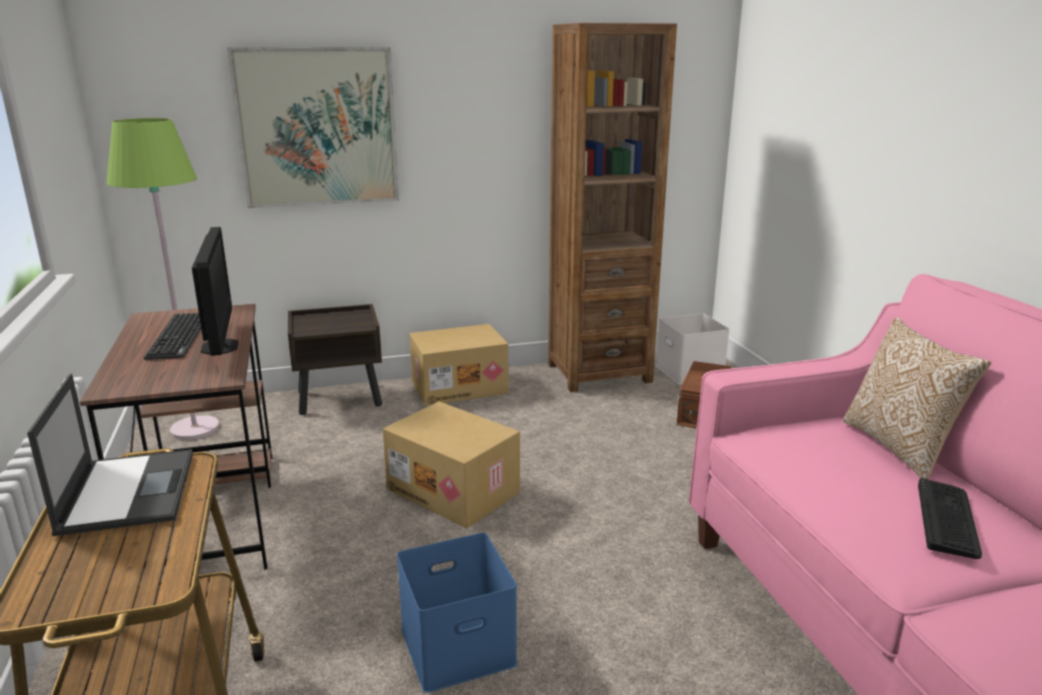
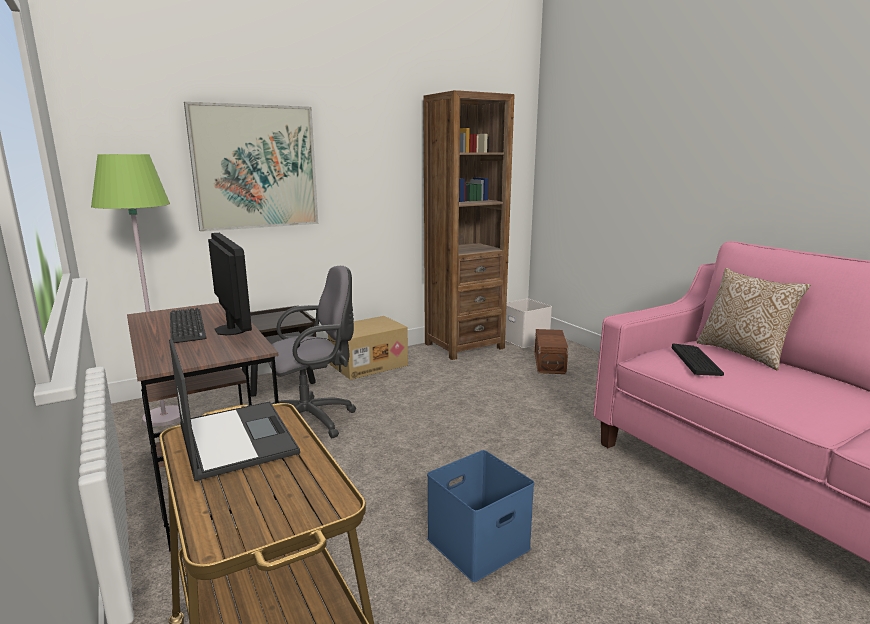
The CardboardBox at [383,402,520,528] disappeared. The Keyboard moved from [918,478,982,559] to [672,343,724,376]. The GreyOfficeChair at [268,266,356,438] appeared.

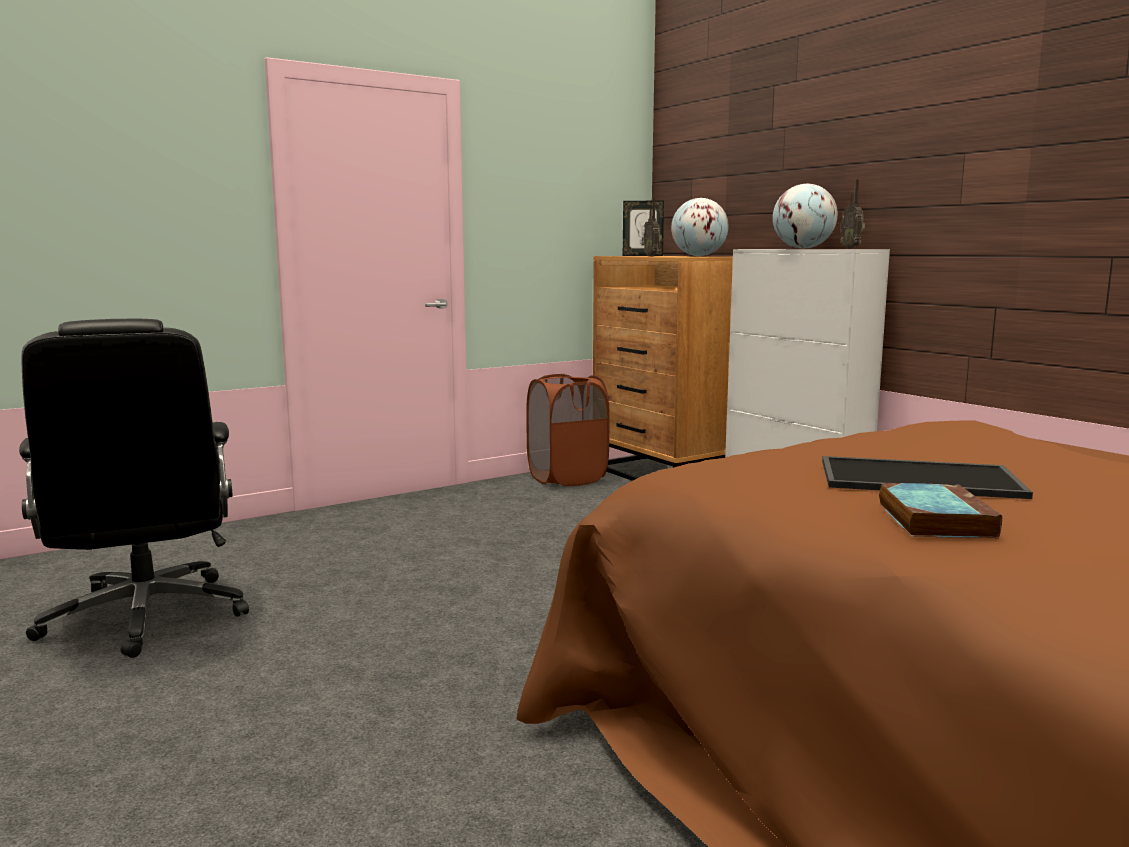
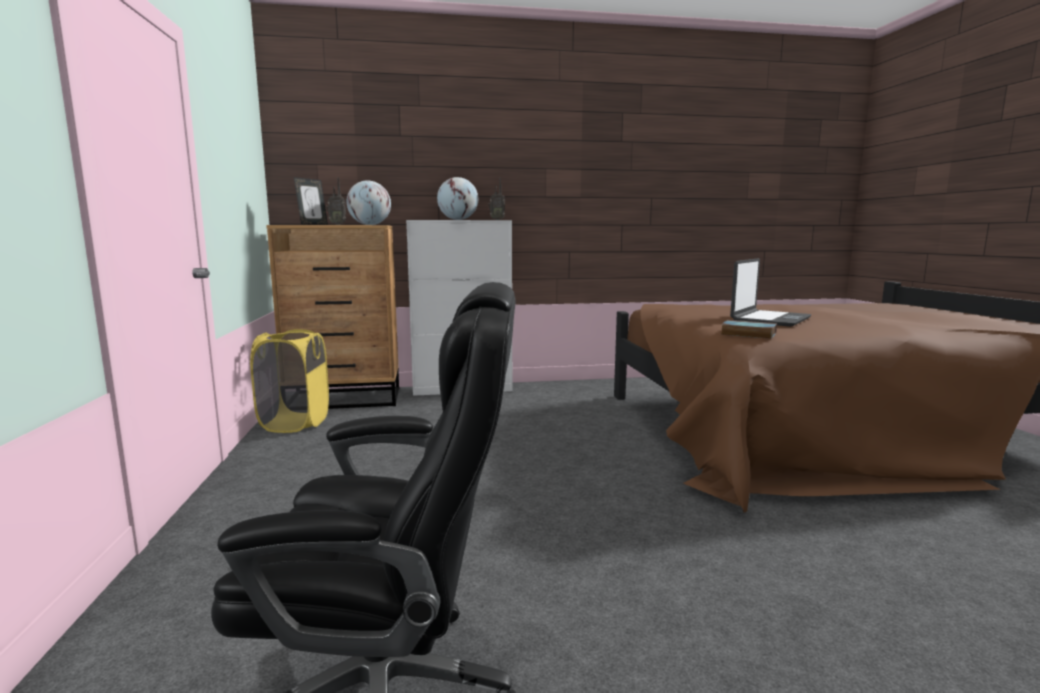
The BrownLaundryBasket at [526,374,610,486] became the YellowLaundryBasket at [250,329,329,433]. The Tray at [822,456,1033,499] was replaced by the Laptop at [730,258,811,327]. The Book moved from [879,483,1002,538] to [720,320,777,339].

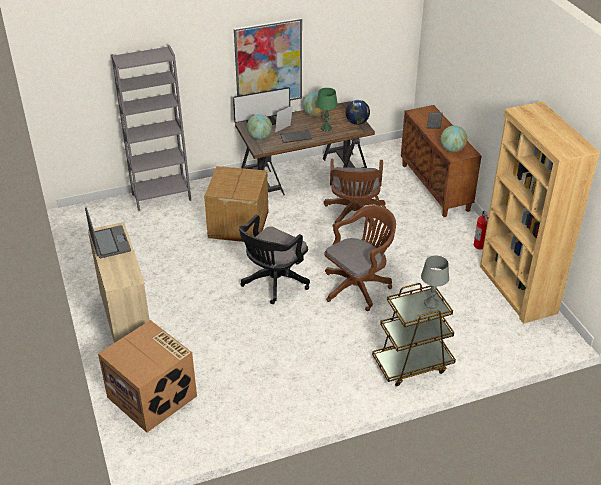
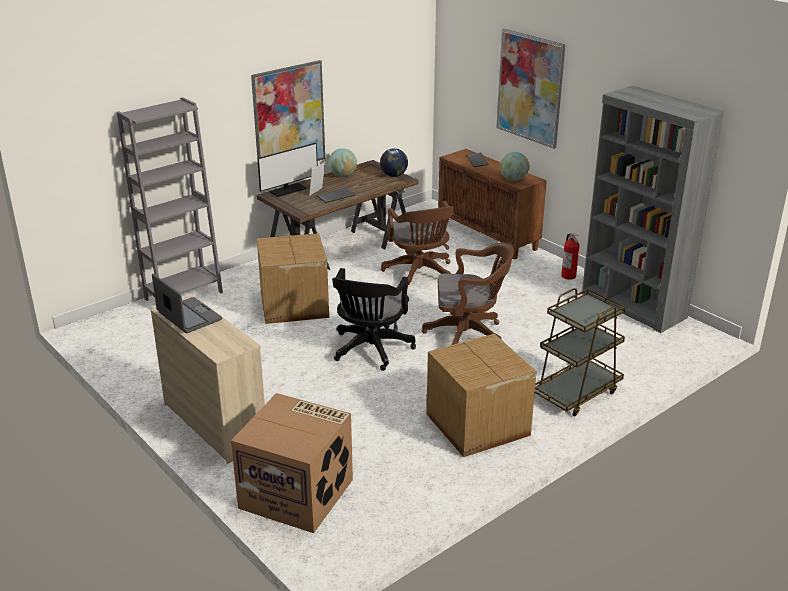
The GreenTableLamp at [316,88,338,131] disappeared. The BrownBookcase at [480,101,600,324] became the GreyBookcase at [582,85,724,333]. The Globe at [247,114,272,140] disappeared. The BrownOfficeChair at [324,205,396,311] turned 60 degrees clockwise. The GreyTableLamp at [421,255,449,309] disappeared. The Picture at [496,29,565,149] appeared. The CardboardBox at [427,334,537,457] appeared.

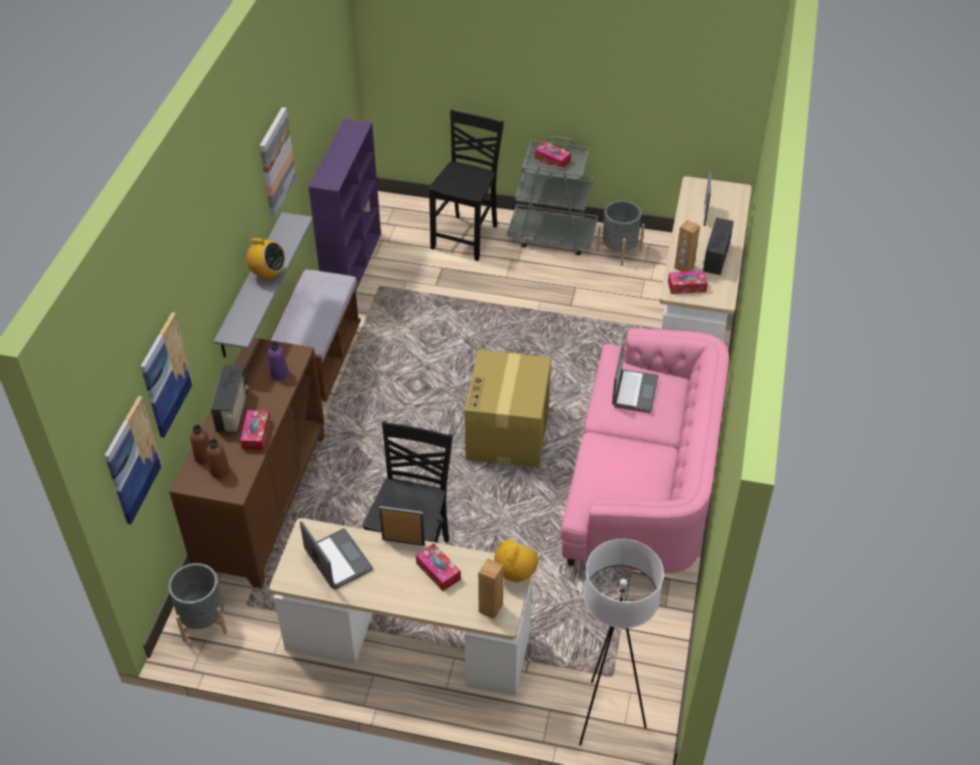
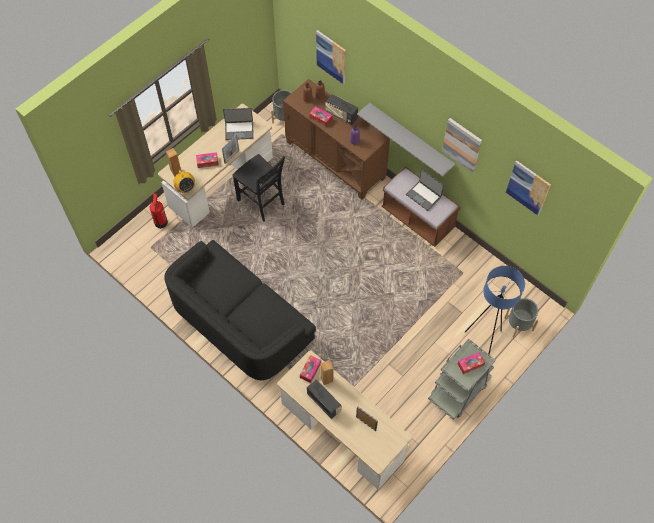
The BlackChair at [428,110,504,261] was replaced by the BlueFloorLamp at [465,266,525,355]. The PurpleBookcase at [308,119,381,290] disappeared. The GreyPlanter moved from [596,201,645,266] to [504,298,539,337]. The Radio at [240,238,286,280] disappeared. The PinkSofa at [560,328,729,573] became the BlackSofa at [164,240,316,380]. The Laptop moved from [612,343,658,413] to [406,169,444,211]. The CardboardBox at [464,350,551,468] disappeared. The Picture moved from [104,396,162,524] to [506,161,551,215]. The WhiteFloorLamp at [579,539,664,746] disappeared. The FireExtinguisher at [150,194,168,229] appeared.

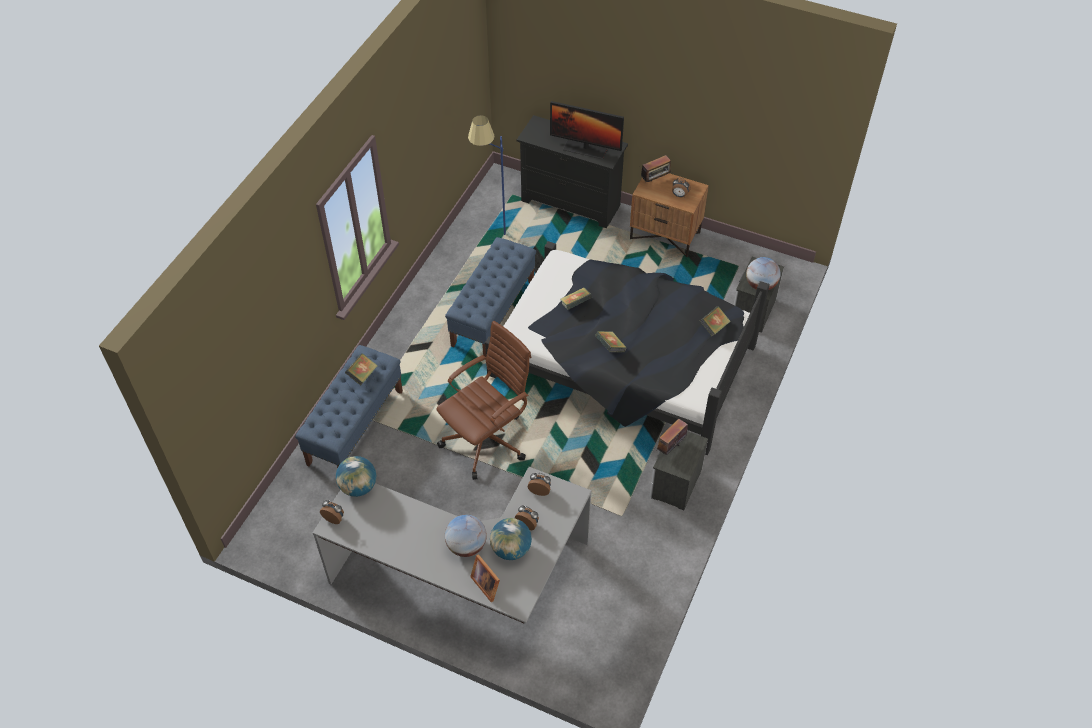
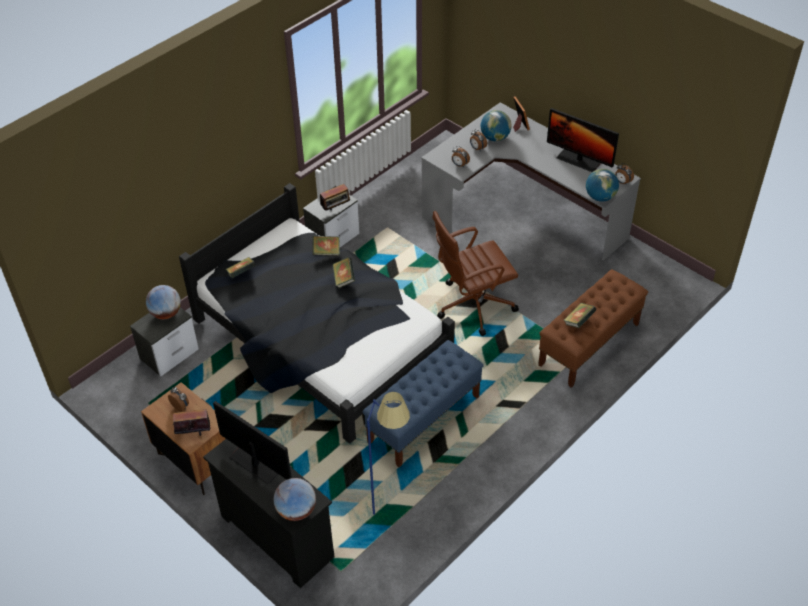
The Book moved from [560,288,592,310] to [313,236,340,256]. The BlueBench at [295,345,403,468] became the BrownBench at [538,269,648,388]. The Globe moved from [445,515,487,557] to [274,478,316,521]. The Monitor at [547,108,619,172] appeared.

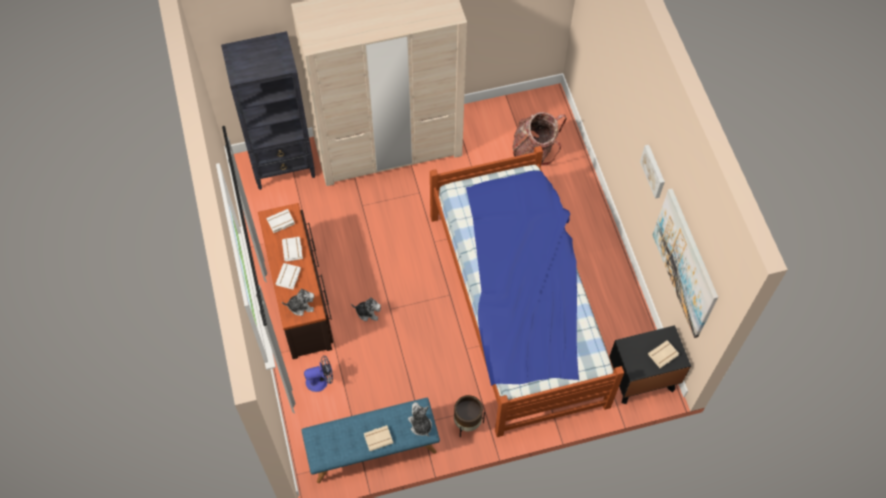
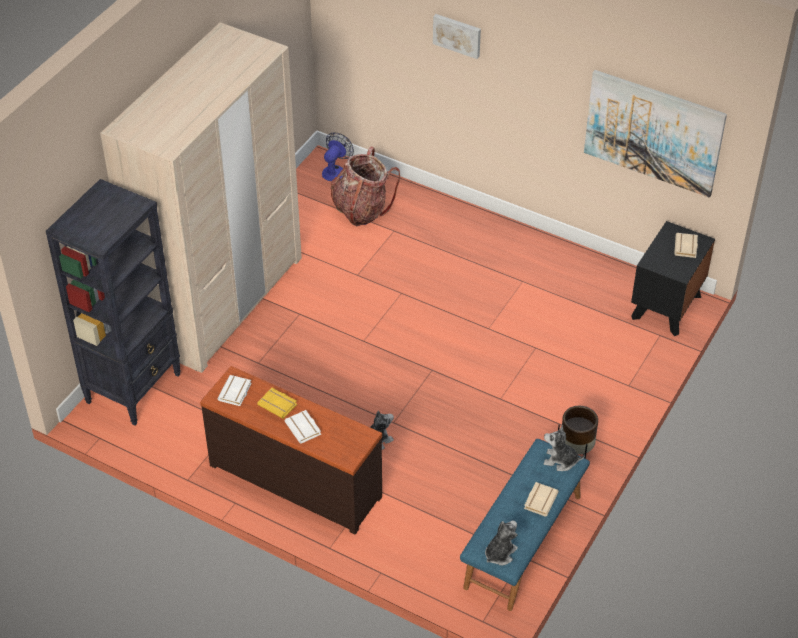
The Picture moved from [640,145,665,199] to [433,14,481,59]. The Bed at [430,146,624,437] disappeared. The WhiteBook at [282,237,303,262] became the YellowBook at [257,388,297,419]. The PlushToy moved from [282,288,314,316] to [485,520,518,565]. The Fan moved from [304,355,333,392] to [322,132,354,181].

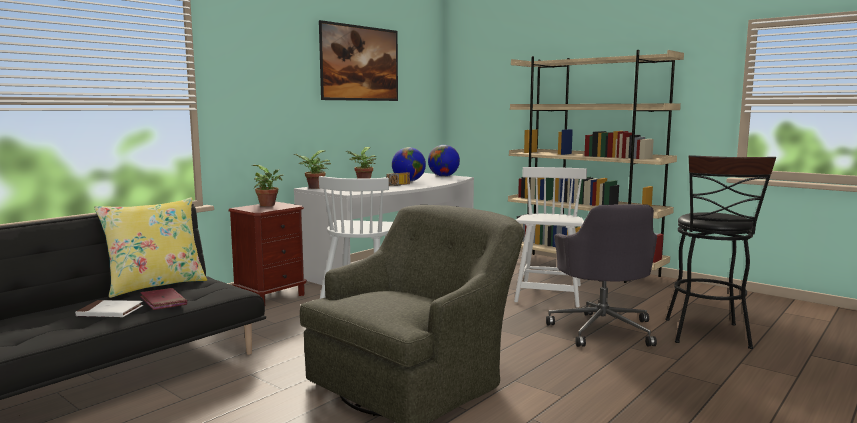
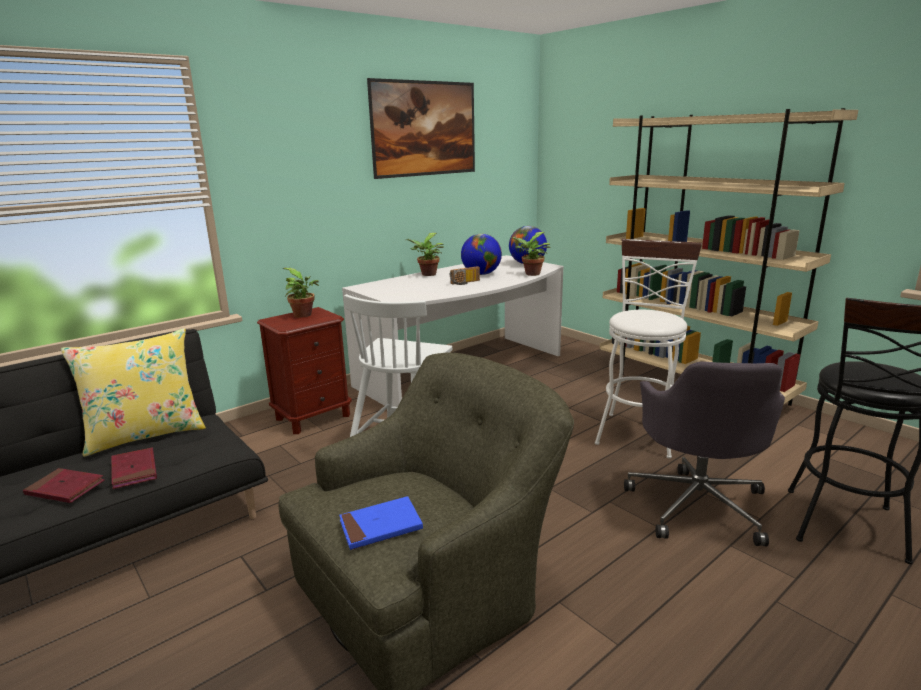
The PottedPlant moved from [294,150,331,189] to [511,232,550,276]. The WhiteChair at [514,167,587,308] was replaced by the WhiteStool at [595,239,702,459]. The WhiteBook at [75,300,143,317] became the RedBook at [23,468,105,503]. The BlueBook at [339,496,423,550] appeared.

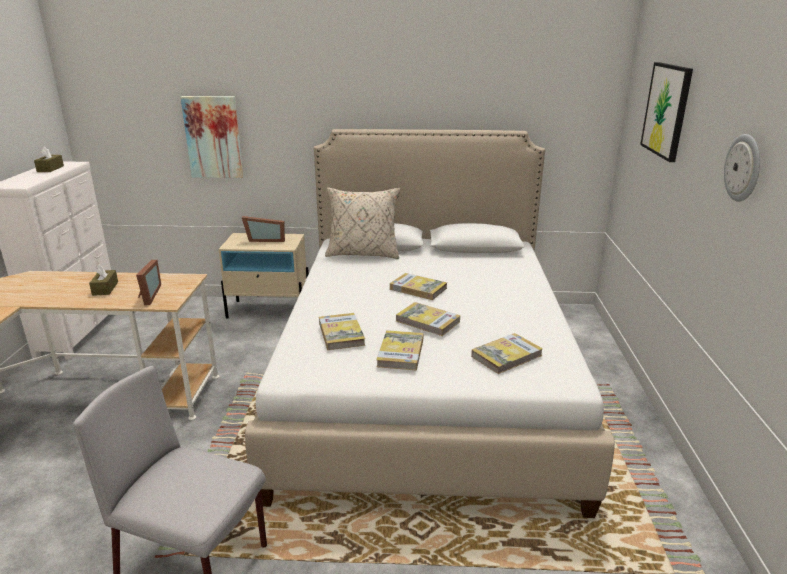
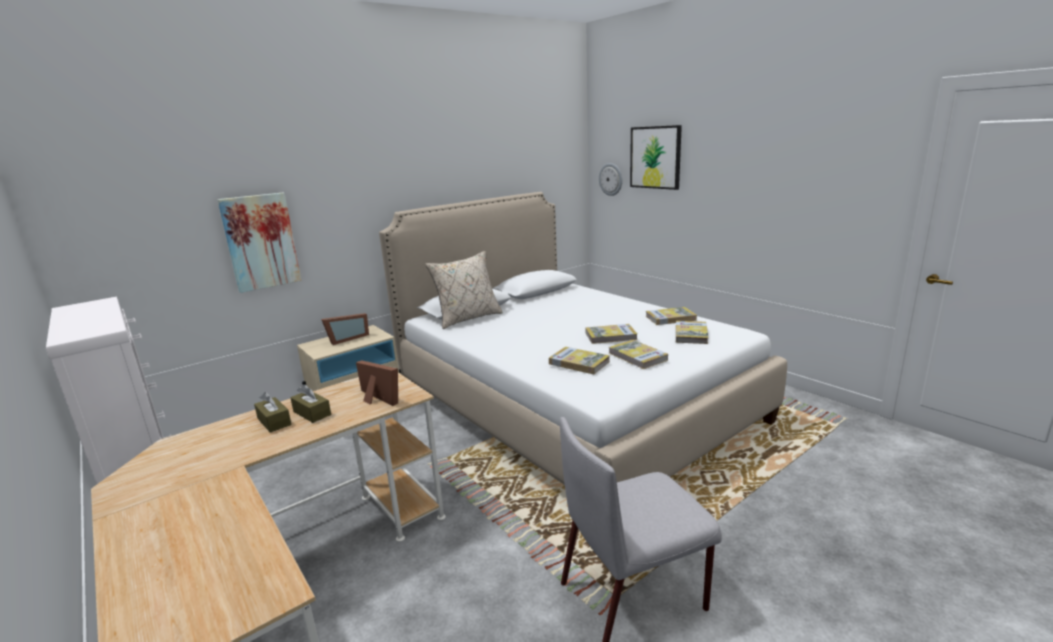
The WallClock moved from [724,134,760,202] to [599,163,622,196]. The BrownTissueBox moved from [34,146,64,172] to [254,392,291,433]. The Book moved from [390,273,447,300] to [646,307,697,325].

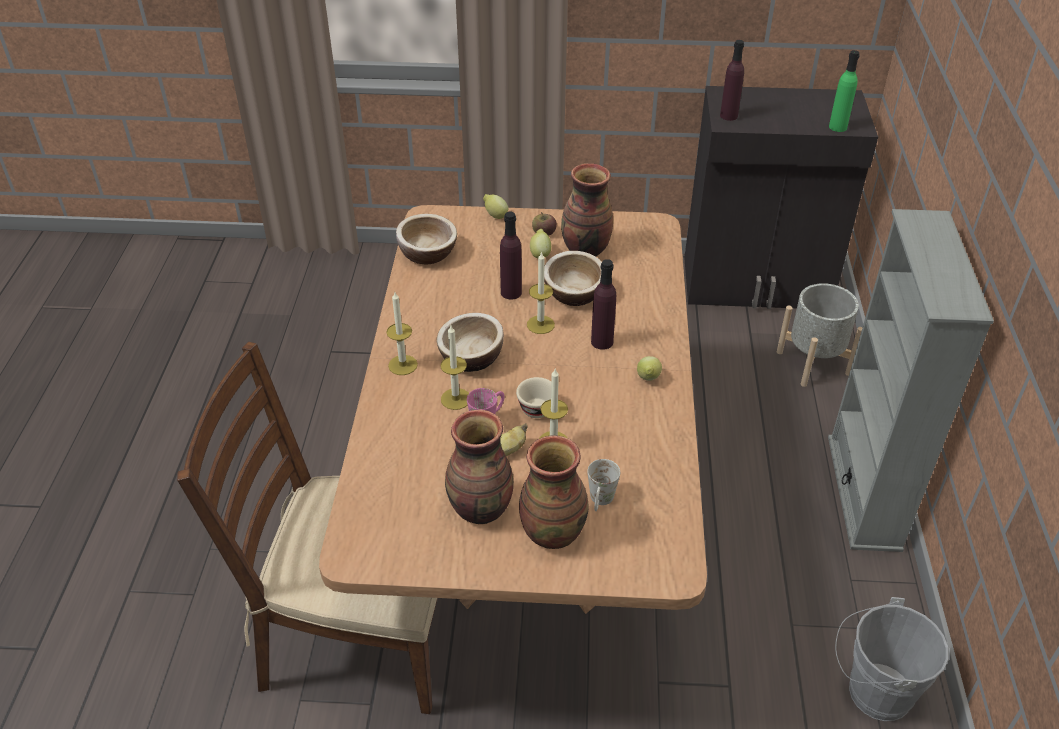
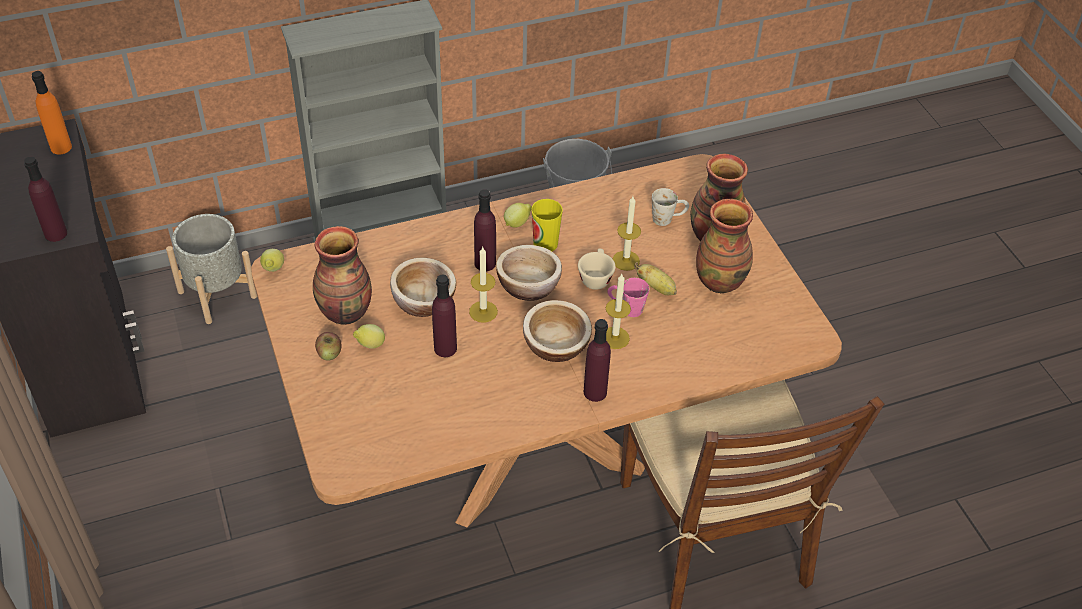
The GreenBottle at [829,50,860,132] became the OrangeBottle at [32,71,72,155]. The Lemon moved from [483,194,508,219] to [260,249,284,272]. The Bowl moved from [396,214,457,264] to [496,245,562,301]. The Candle at [386,292,418,375] was replaced by the PurpleBottle at [584,319,611,402]. The Cup at [531,199,563,251] appeared.

